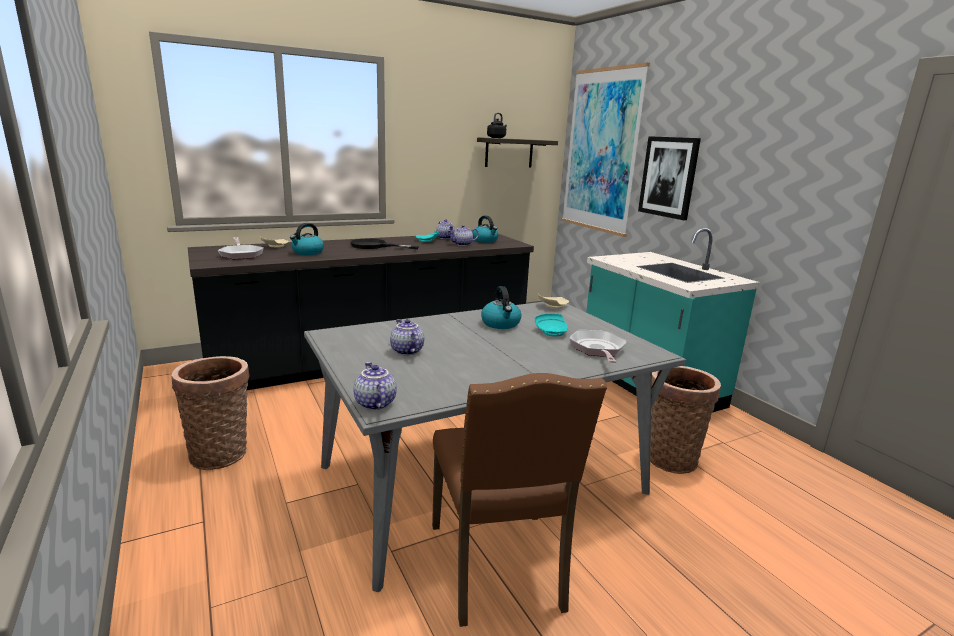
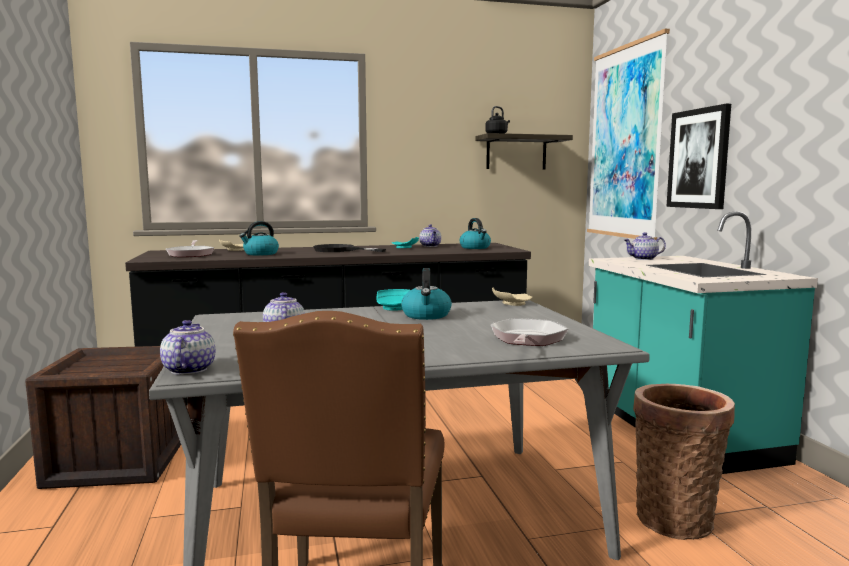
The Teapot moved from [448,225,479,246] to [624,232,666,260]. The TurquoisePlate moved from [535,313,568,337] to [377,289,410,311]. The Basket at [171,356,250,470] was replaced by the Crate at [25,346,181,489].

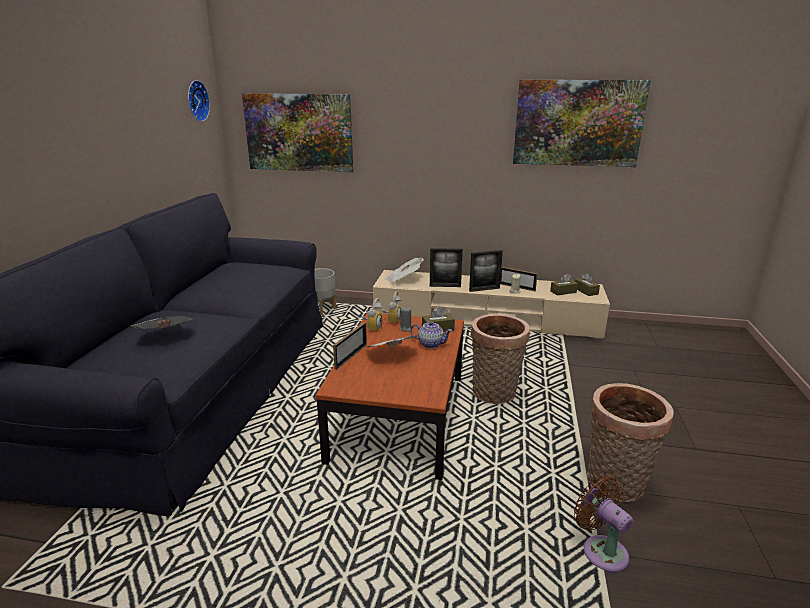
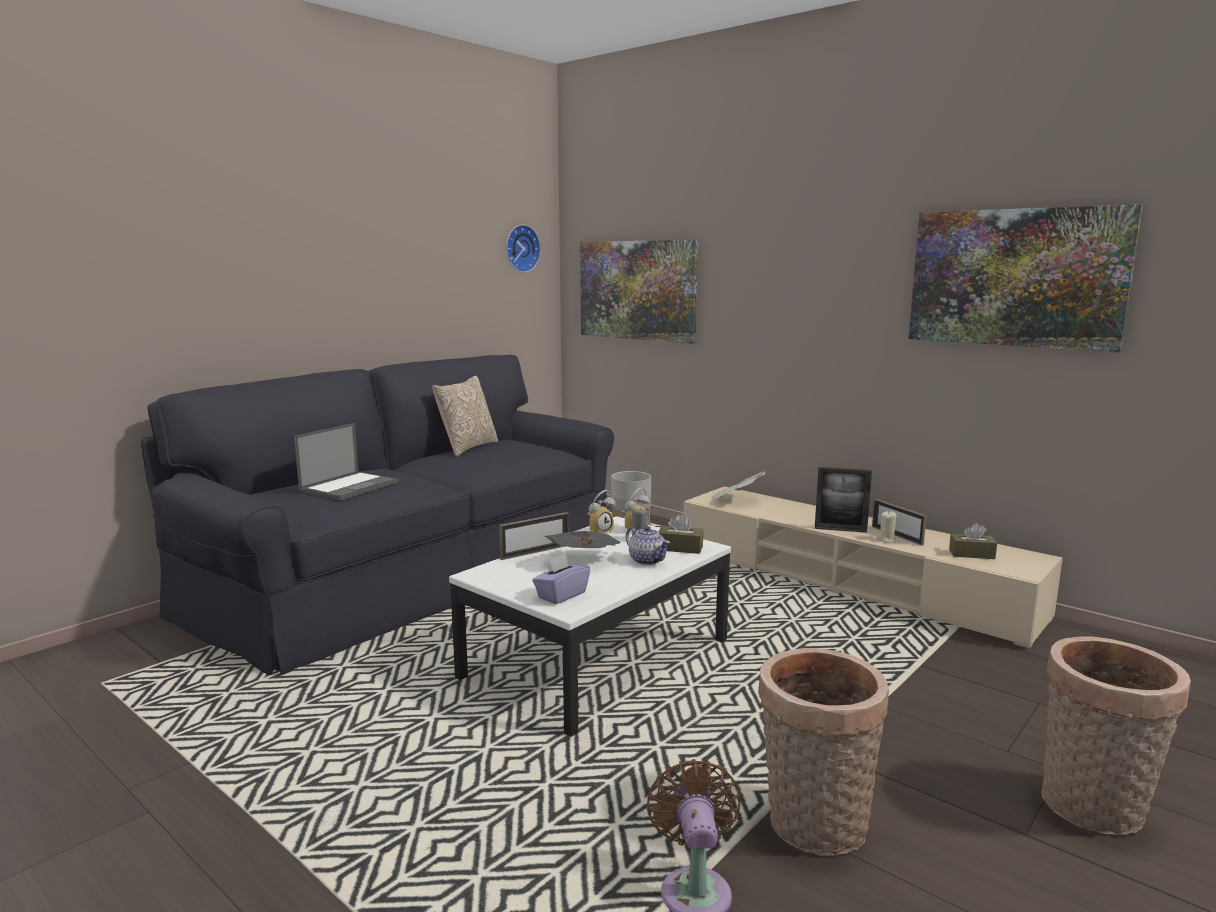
The PictureFrame at [430,248,463,287] disappeared. The BrownTissueBox at [575,273,600,296] disappeared. The BrownCoffeeTable at [316,312,464,480] became the WhiteCoffeeTable at [449,516,731,737]. The Basket moved from [471,314,530,404] to [1041,637,1191,835]. The Newspaper at [131,316,193,329] was replaced by the Laptop at [294,423,398,501]. The Pillow at [432,375,498,457] appeared. The PurpleTissueBox at [532,553,590,604] appeared.

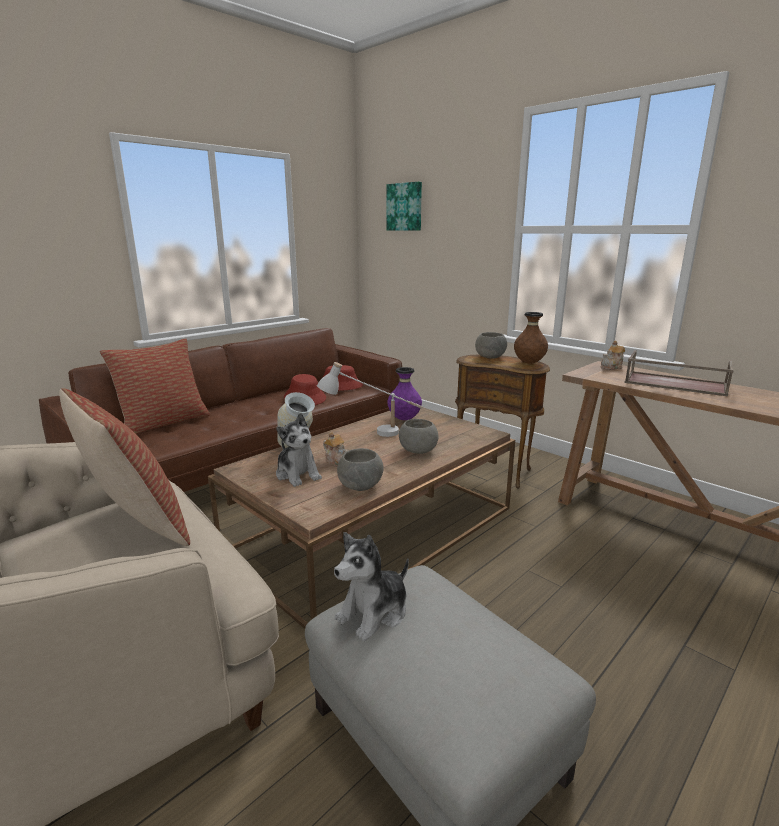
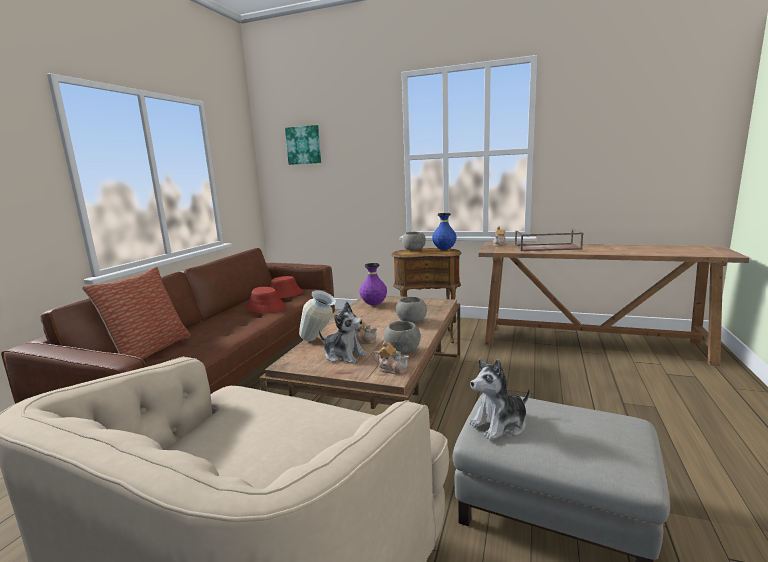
The BrownVase at [514,312,548,364] became the BlueVase at [432,213,457,250]. The WhiteTableLamp at [317,362,423,437] disappeared. The Pillow at [59,388,190,546] disappeared. The PlushToy at [334,532,409,641] turned 45 degrees clockwise. The Teapot at [373,341,409,375] appeared.

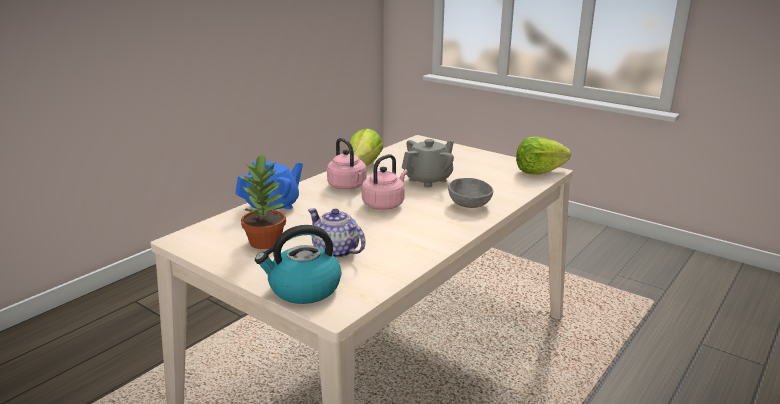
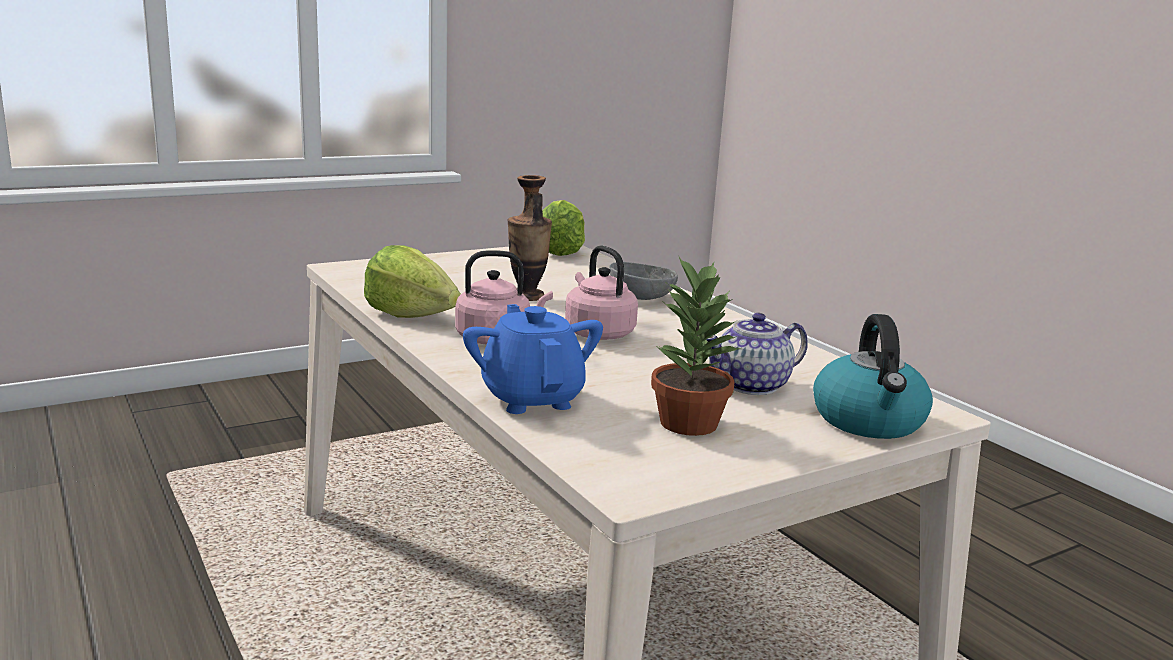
The GreyTeapot at [402,139,454,187] was replaced by the Vase at [508,175,552,301].

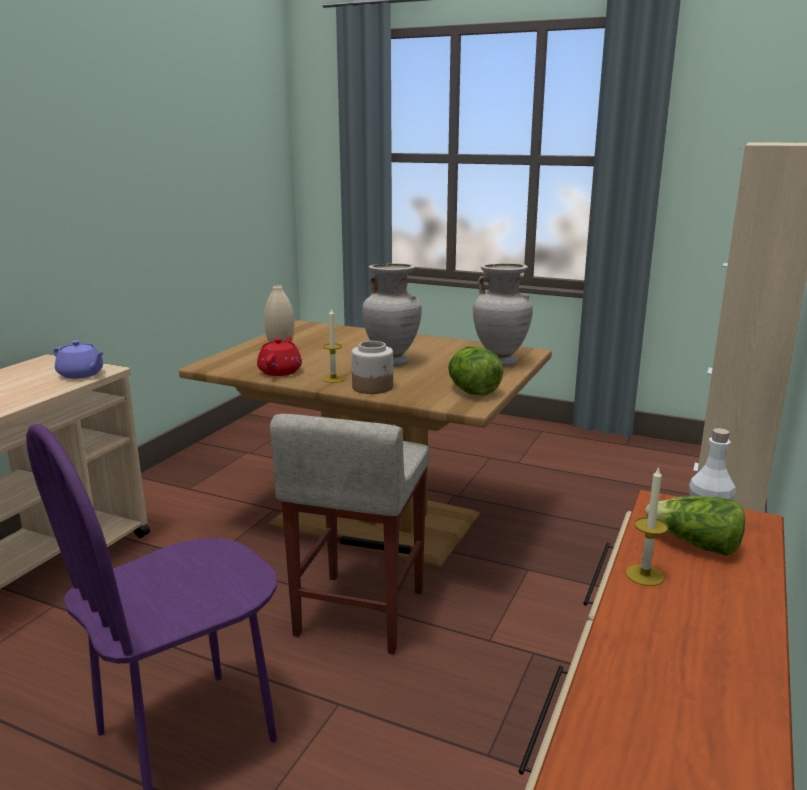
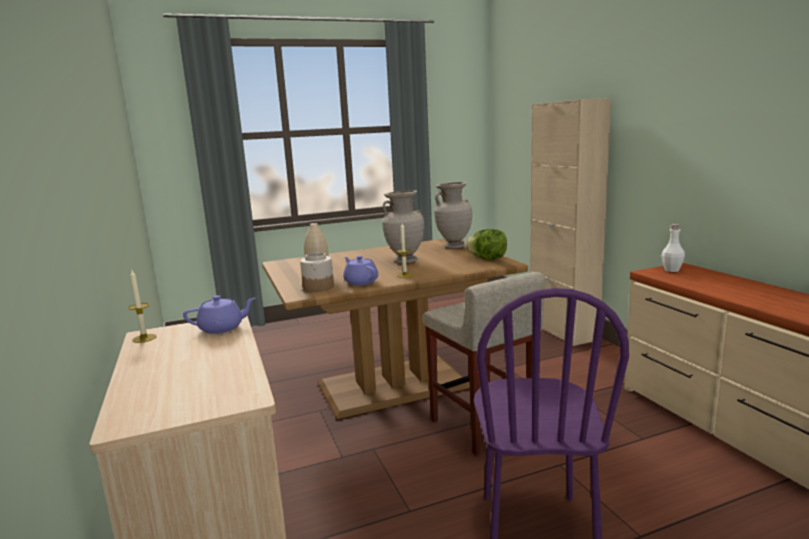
The RedTeapot at [257,336,302,376] became the PurpleTeapot at [343,256,378,285]. The Jar moved from [351,341,393,394] to [300,252,334,292]. The Candle moved from [626,466,668,586] to [128,270,157,343]. The Lettuce at [645,496,745,556] disappeared.

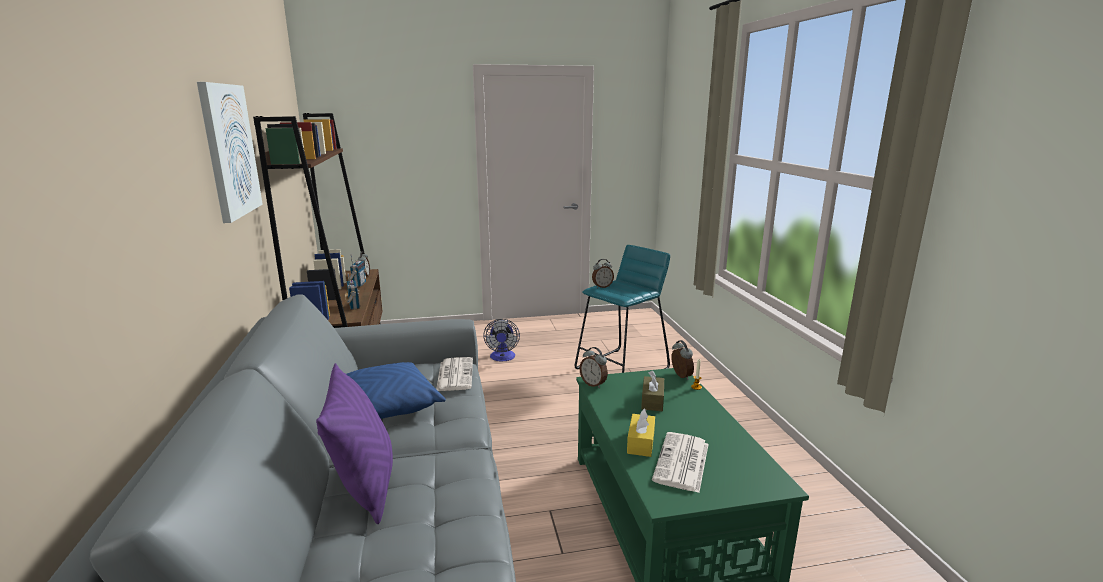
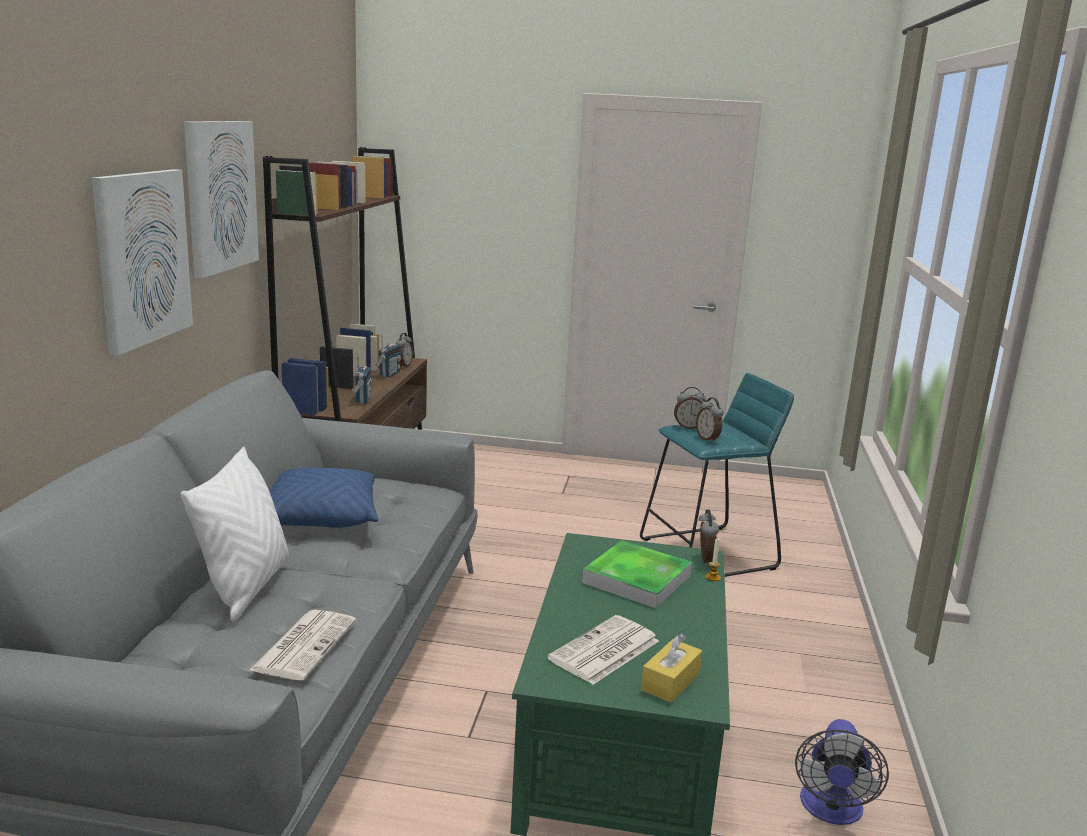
The Fan moved from [483,319,520,361] to [795,719,889,825]. The AlarmClock moved from [580,347,608,388] to [696,398,723,443]. The Newspaper moved from [436,357,473,391] to [249,609,356,680]. The PurplePillow at [316,363,393,524] became the WhitePillow at [180,447,289,622]. The BrownTissueBox at [641,370,664,411] was replaced by the Tray at [582,540,692,608]. The YellowTissueBox moved from [627,408,655,457] to [641,634,702,703]. The Picture at [92,169,193,356] appeared.

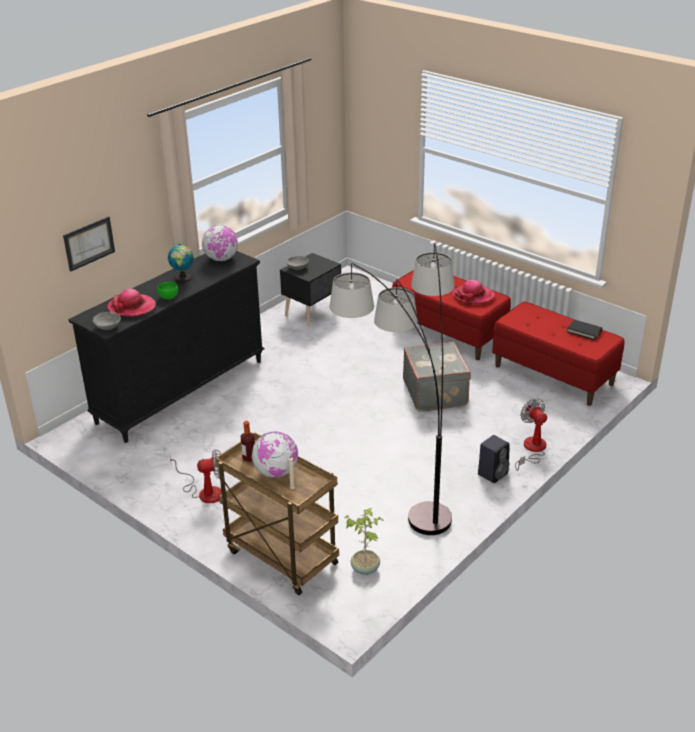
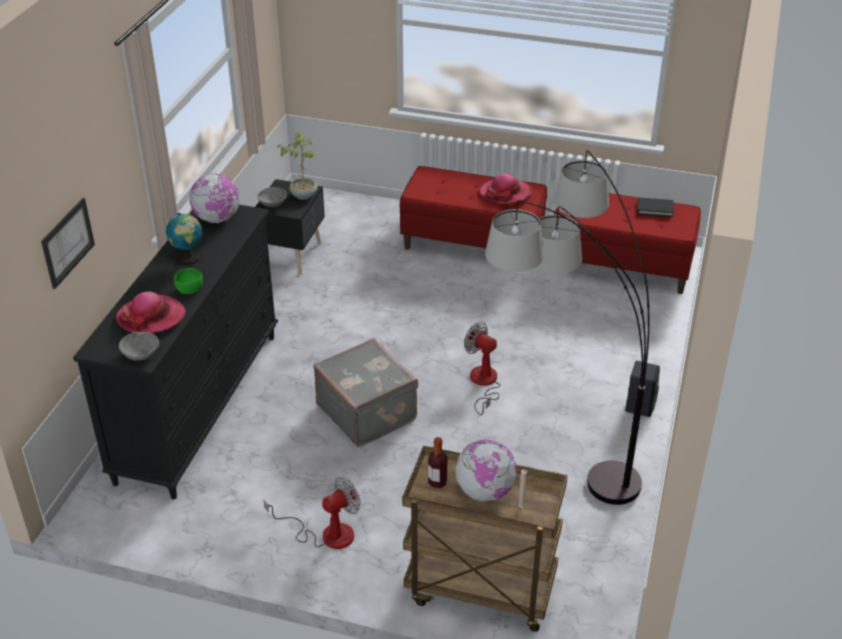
The GreySuitcase moved from [403,342,471,411] to [314,338,418,447]. The Fan moved from [515,399,547,471] to [464,322,500,415]. The PottedPlant moved from [345,508,384,575] to [277,131,318,200].

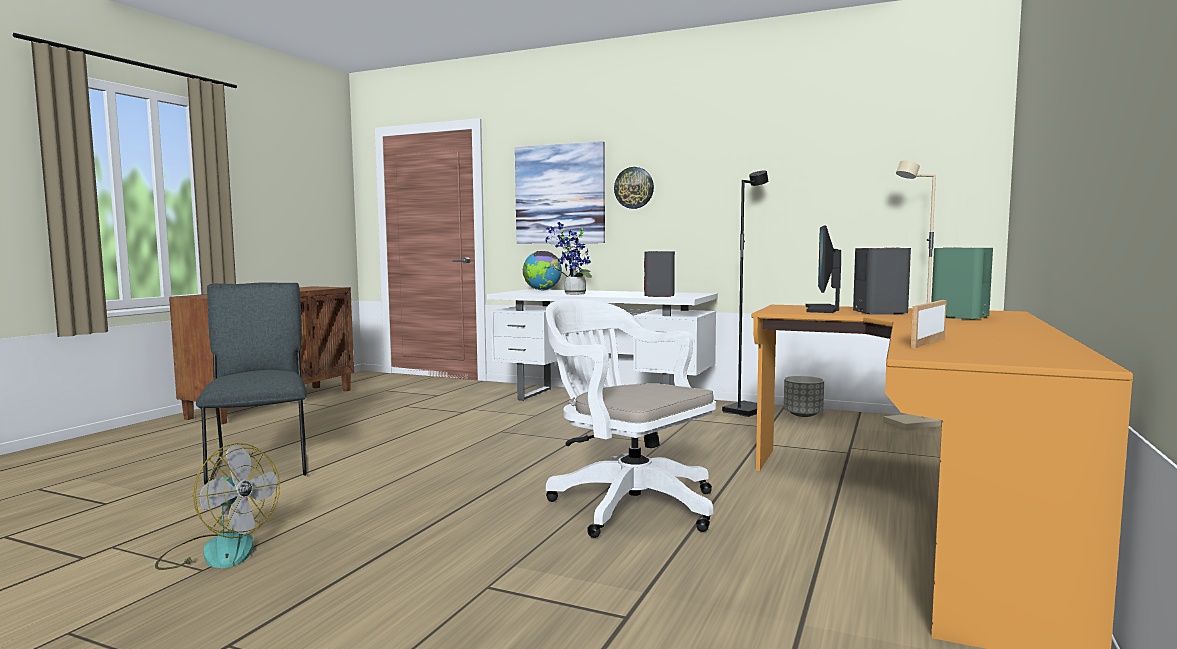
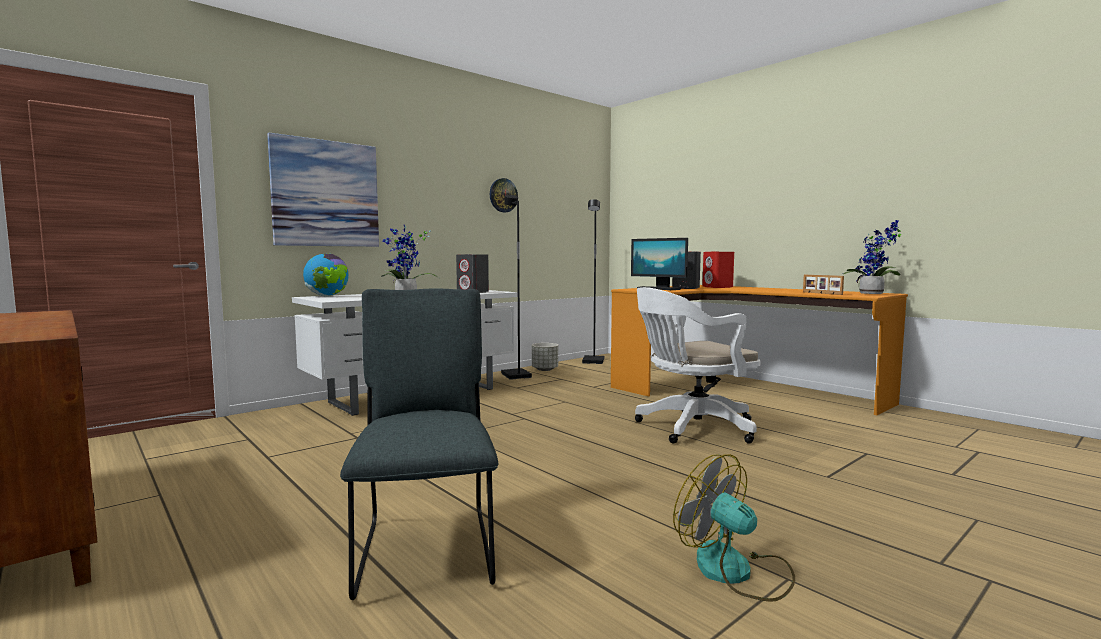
The BeigeFloorLamp at [883,160,941,430] became the BlackFloorLamp at [582,199,604,364]. The WallClock moved from [614,167,654,209] to [490,178,518,212]. The GreenSpeaker at [931,247,993,319] became the RedSpeaker at [702,251,734,288]. The GreyChair at [196,282,307,484] turned 75 degrees clockwise. The Fan at [155,443,280,570] turned 90 degrees counterclockwise. The PottedPlant at [842,220,901,294] appeared.

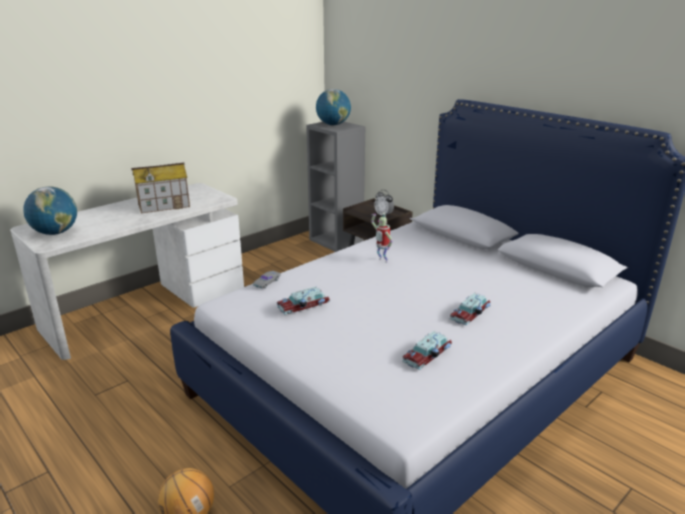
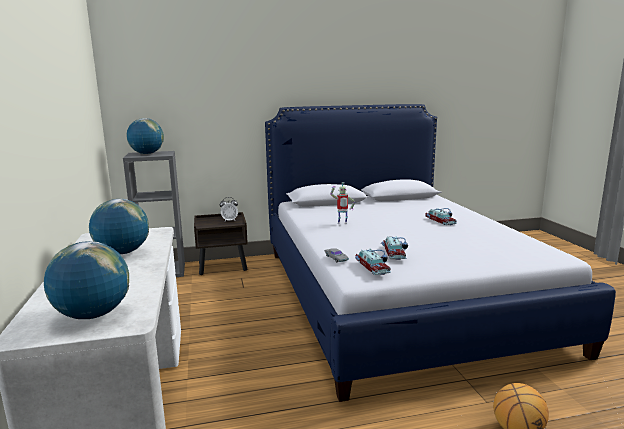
The ToyHouse at [131,163,190,214] was replaced by the Globe at [89,199,149,254]. The ToyCar moved from [402,331,452,370] to [355,249,391,275].

